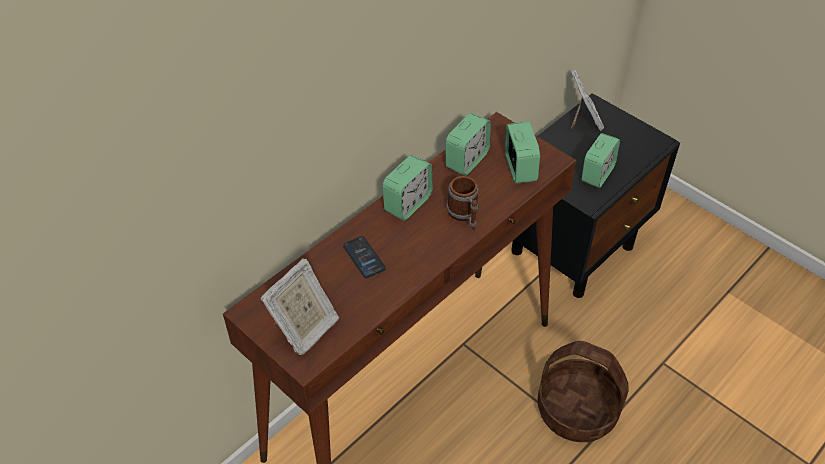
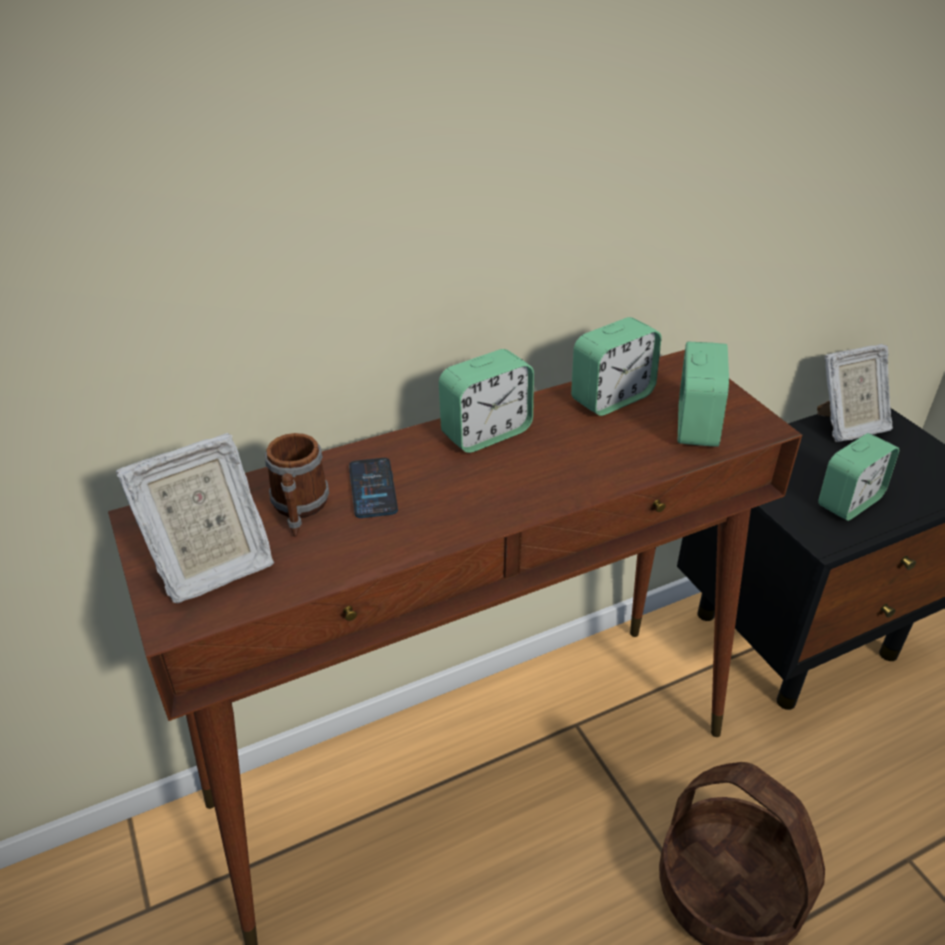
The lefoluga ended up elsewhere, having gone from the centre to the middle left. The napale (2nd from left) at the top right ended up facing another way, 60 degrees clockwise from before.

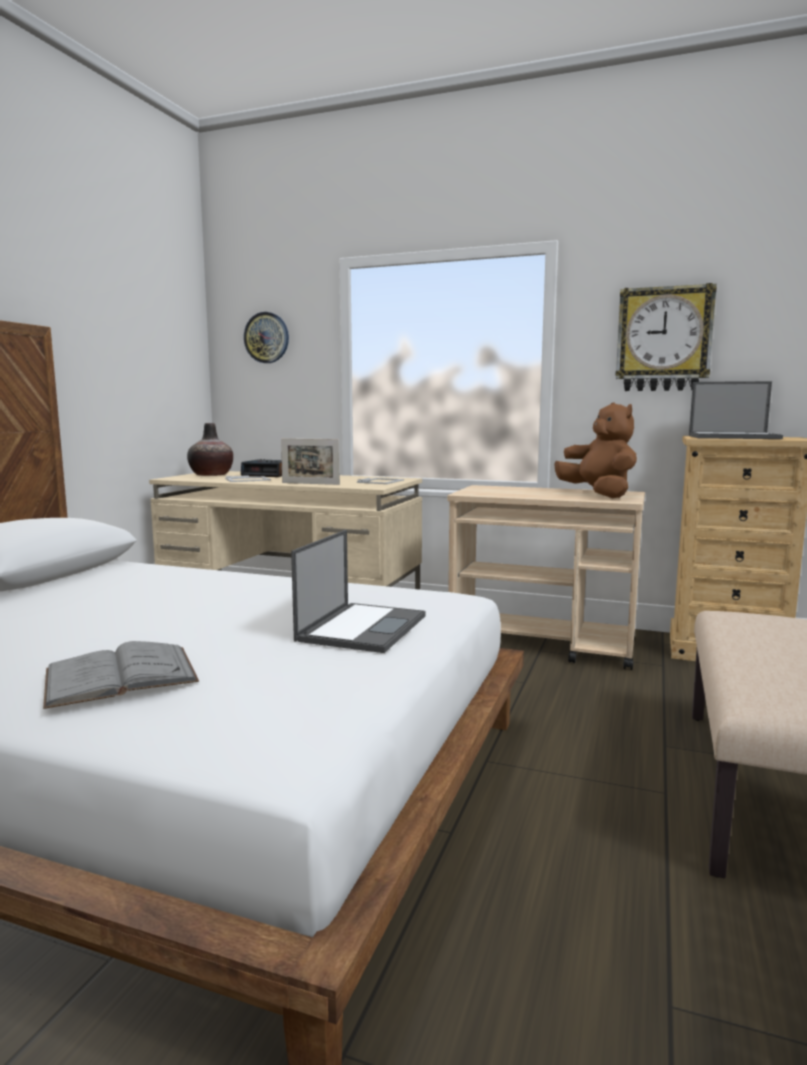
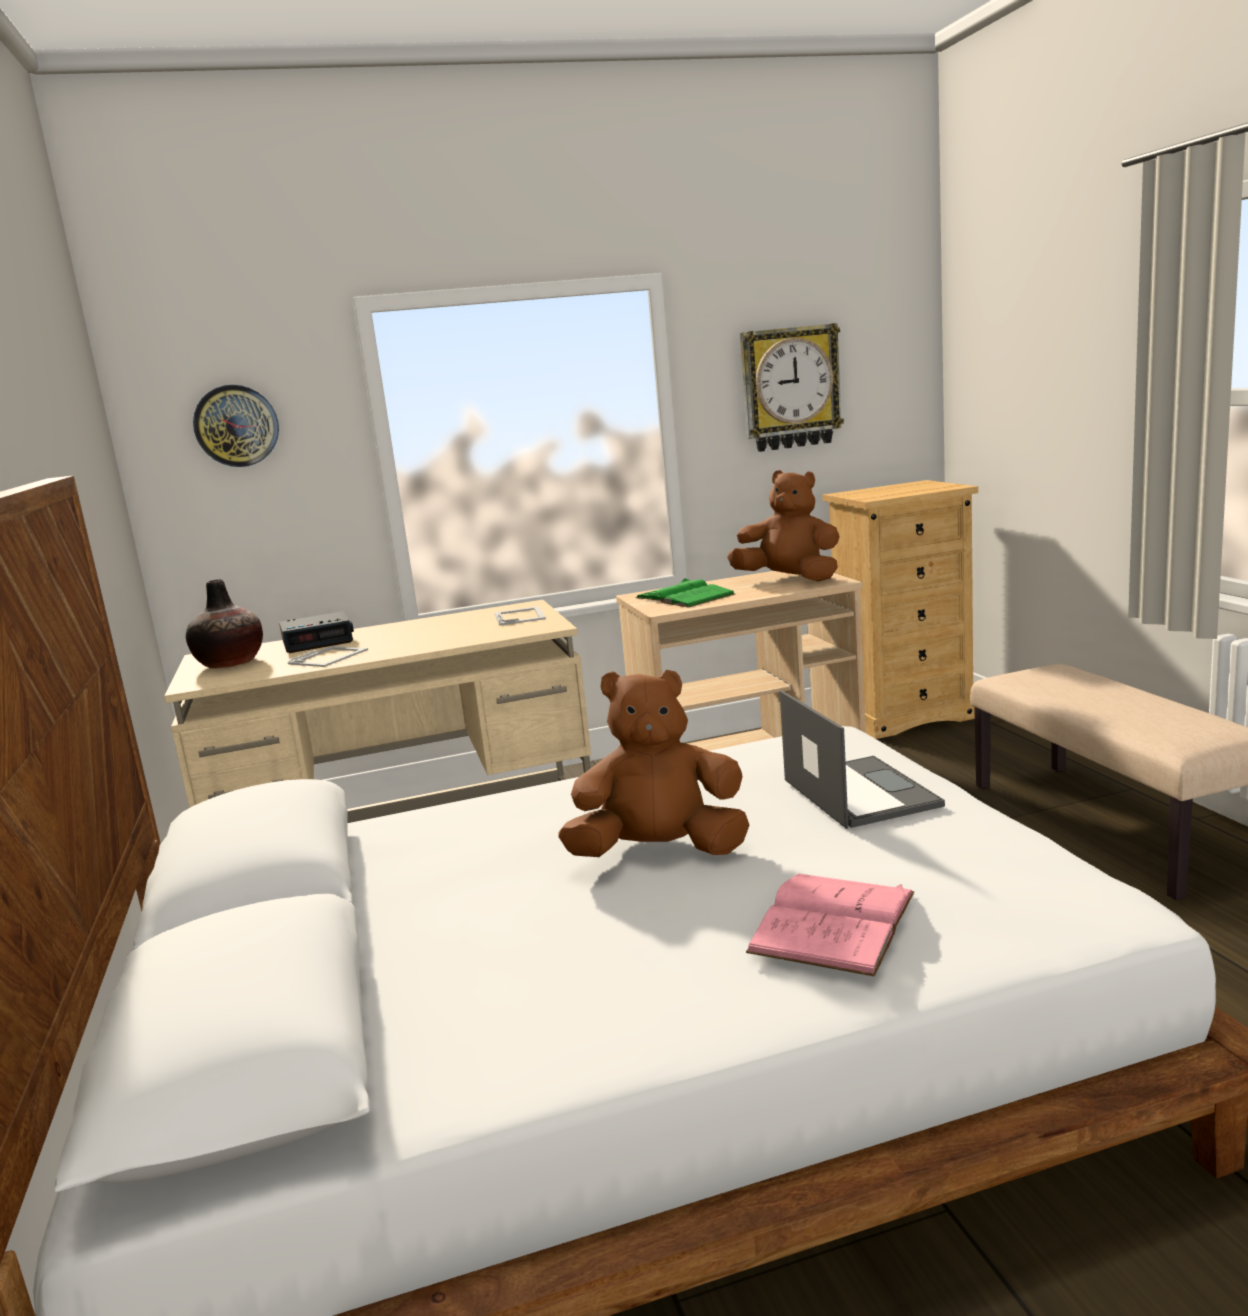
The second view gained the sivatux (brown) (1st from left) at the centre. The second view gained the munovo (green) at the centre. What was the munovo (grey) at the middle left turned into the munovo (pink) at the bottom centre. The second view lost the napale (2nd from left) at the centre. The second view lost the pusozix (2nd from left) at the middle right.

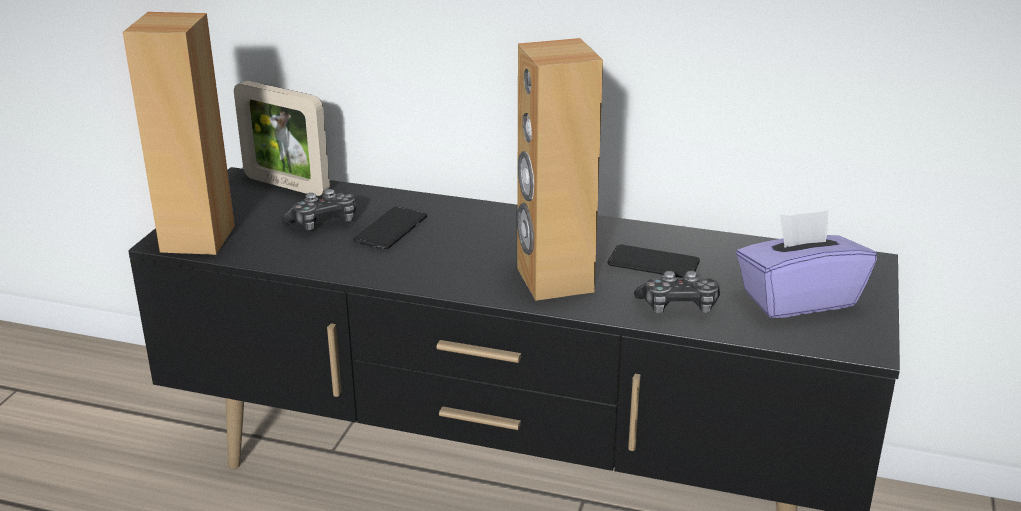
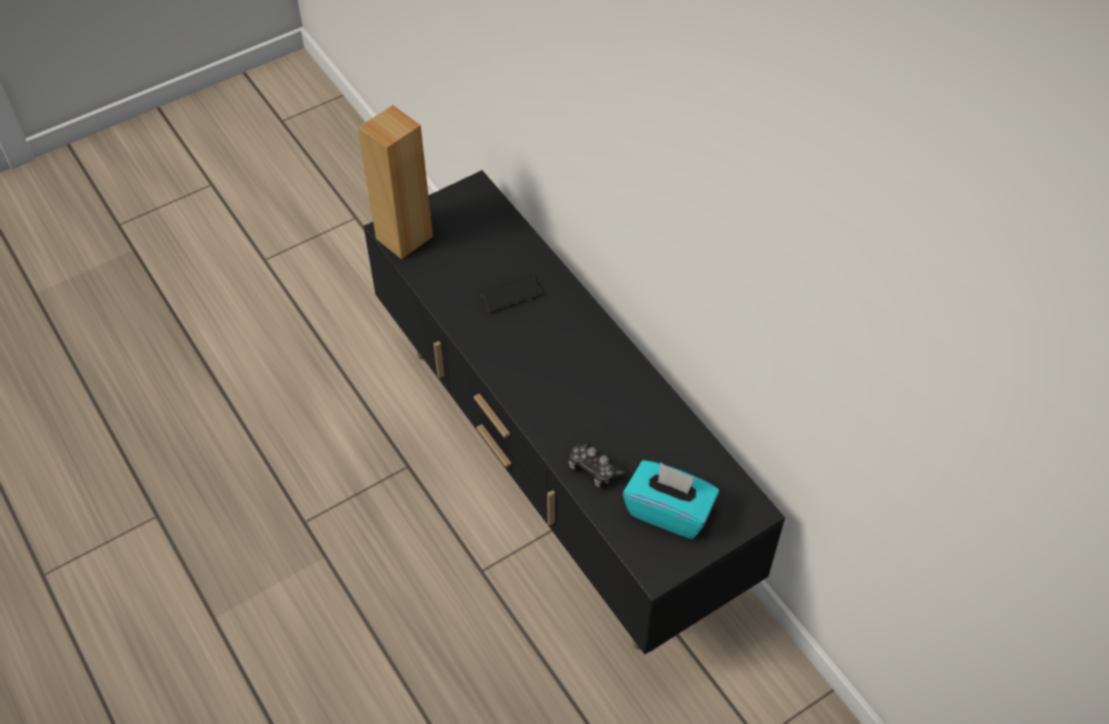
What was the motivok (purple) at the middle right turned into the motivok (turquoise) at the bottom centre. The second view lost the napale at the top left. The second view lost the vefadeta (1st from left) at the middle left. The second view lost the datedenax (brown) (2nd from left) at the top centre. The second view lost the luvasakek (2nd from left) at the centre.

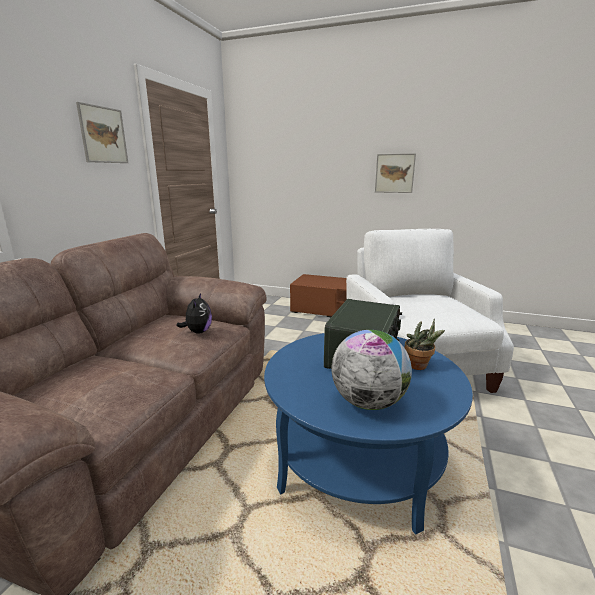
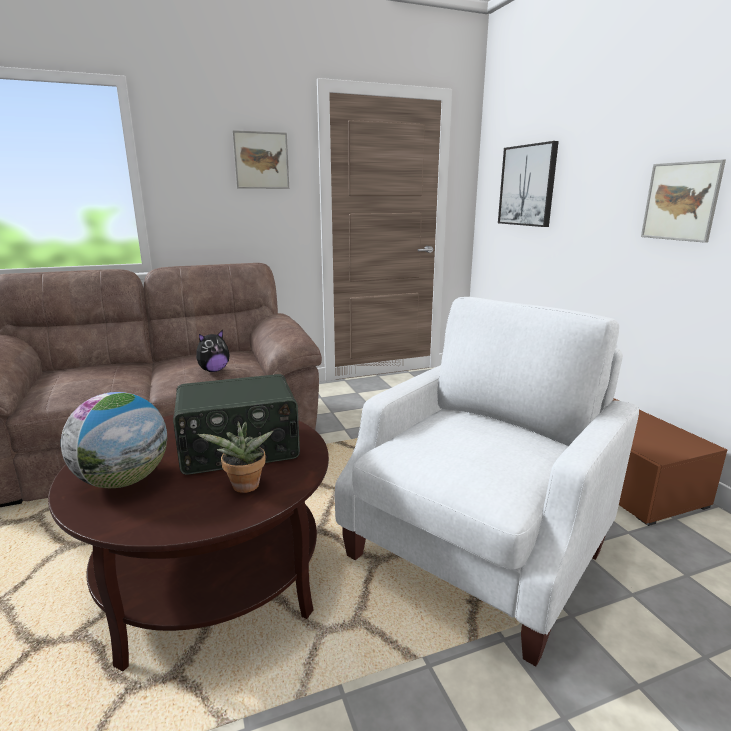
What was the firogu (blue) at the bottom centre turned into the firogu (brown) at the bottom left. The second view gained the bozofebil (2nd from left) at the top right.

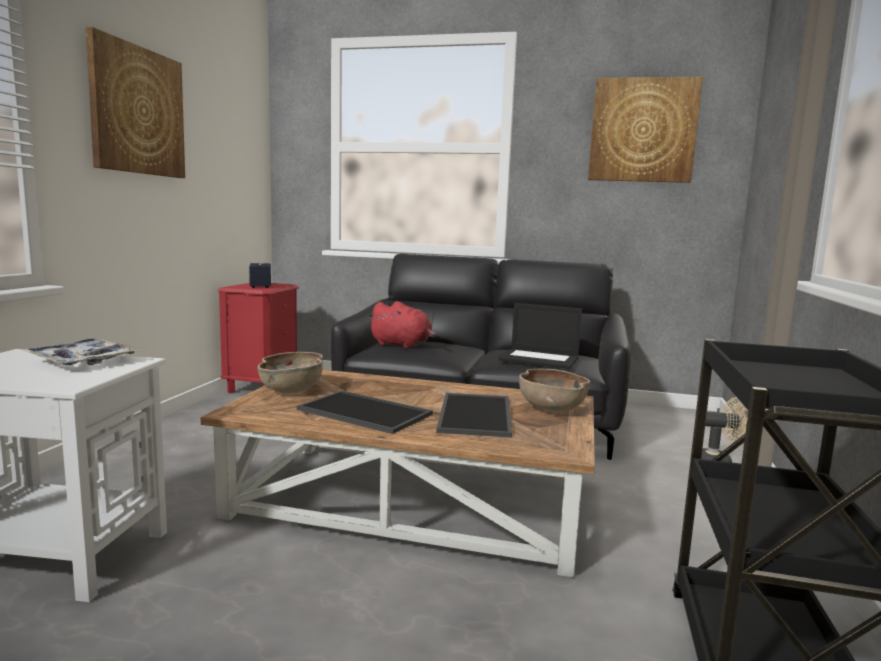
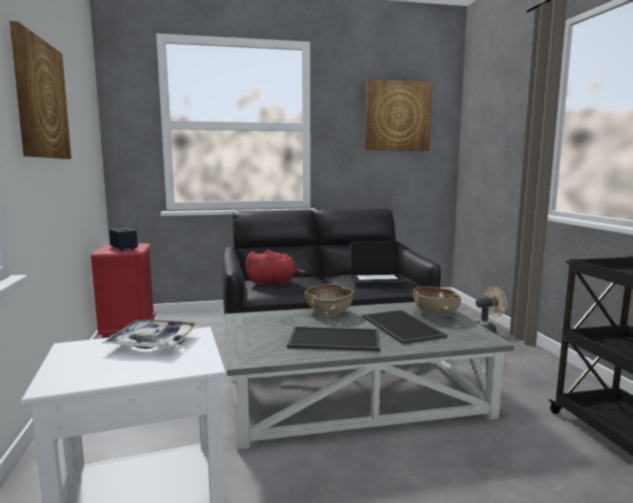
What was the firogu (brown) at the bottom centre turned into the firogu (grey) at the bottom centre. The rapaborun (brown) (1st from left) ended up elsewhere, having gone from the middle left to the centre.

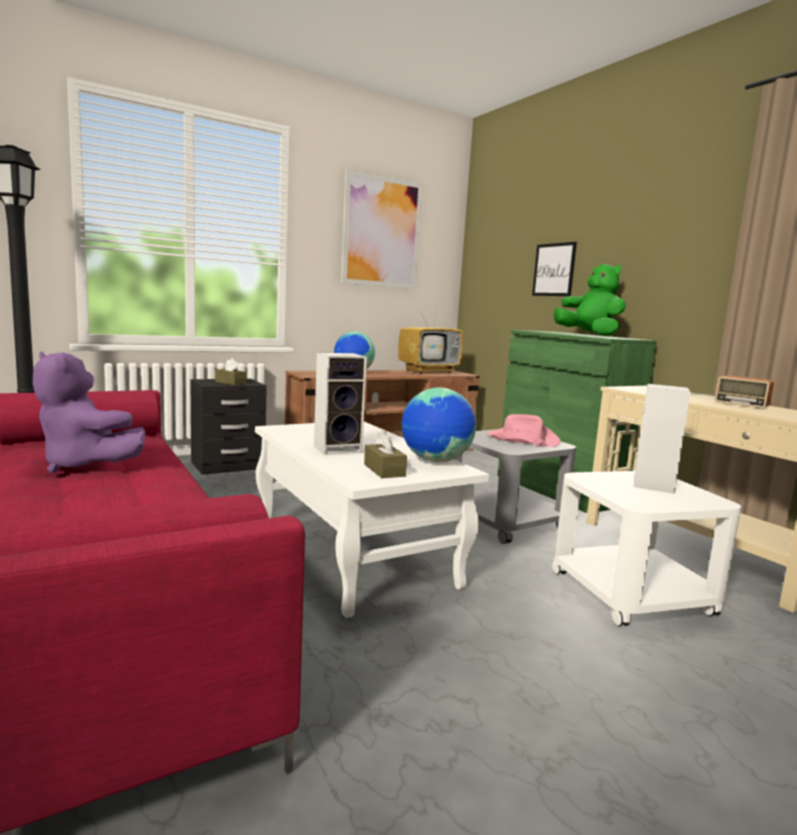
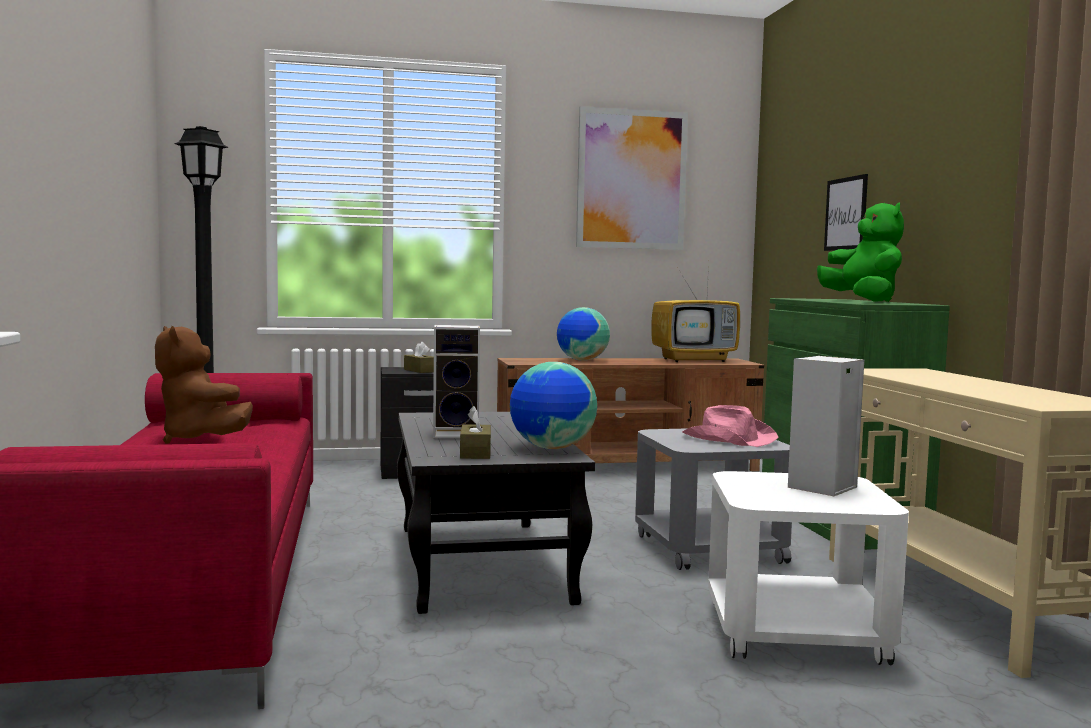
What was the sivatux (purple) at the middle left turned into the sivatux (brown) at the middle left. What was the firogu (white) at the centre turned into the firogu (black) at the bottom centre. The second view lost the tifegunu at the middle right.

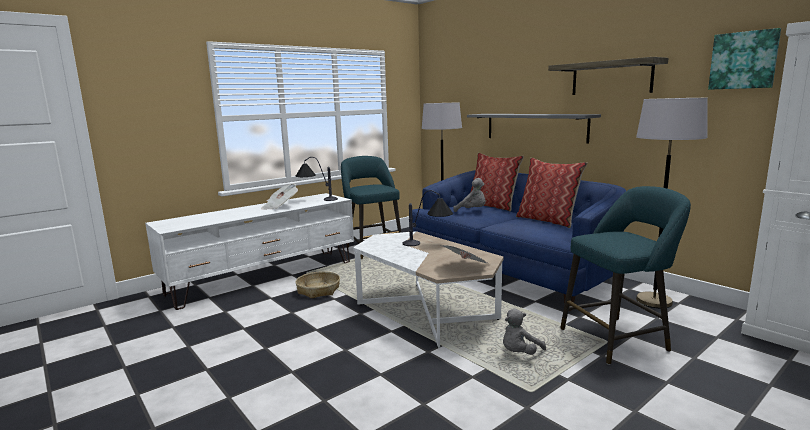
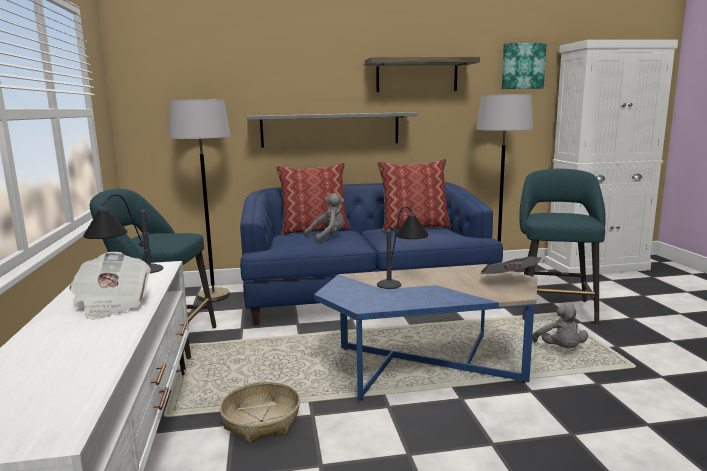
What was the firogu (white) at the bottom centre turned into the firogu (blue) at the bottom centre.

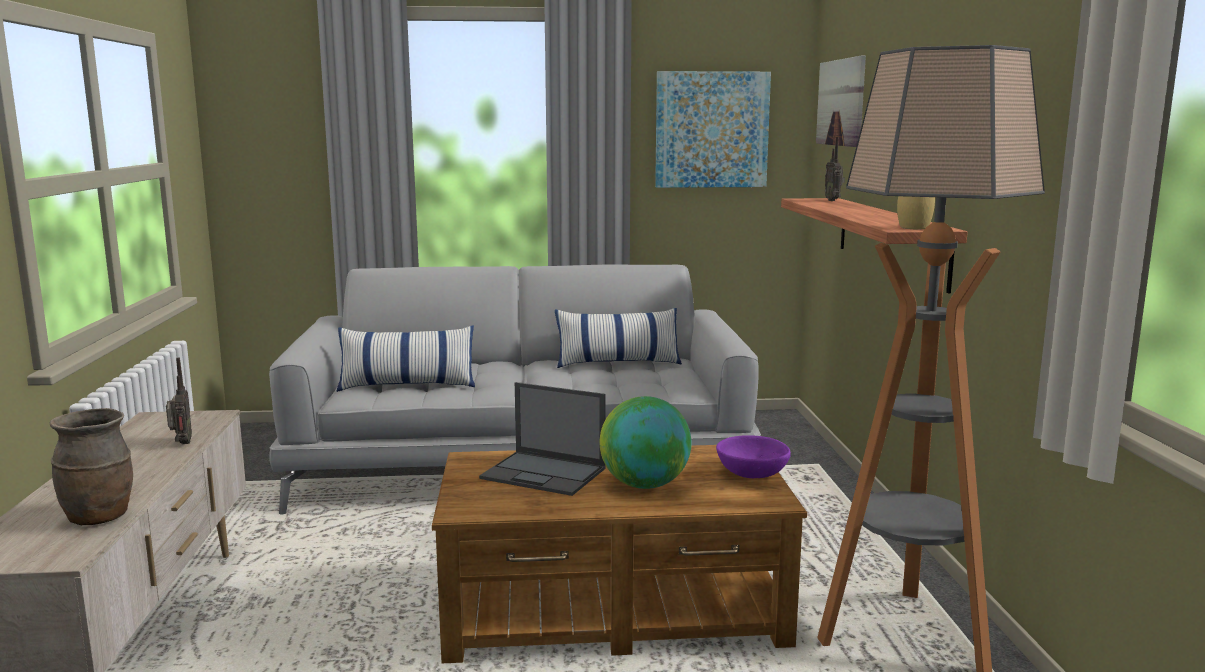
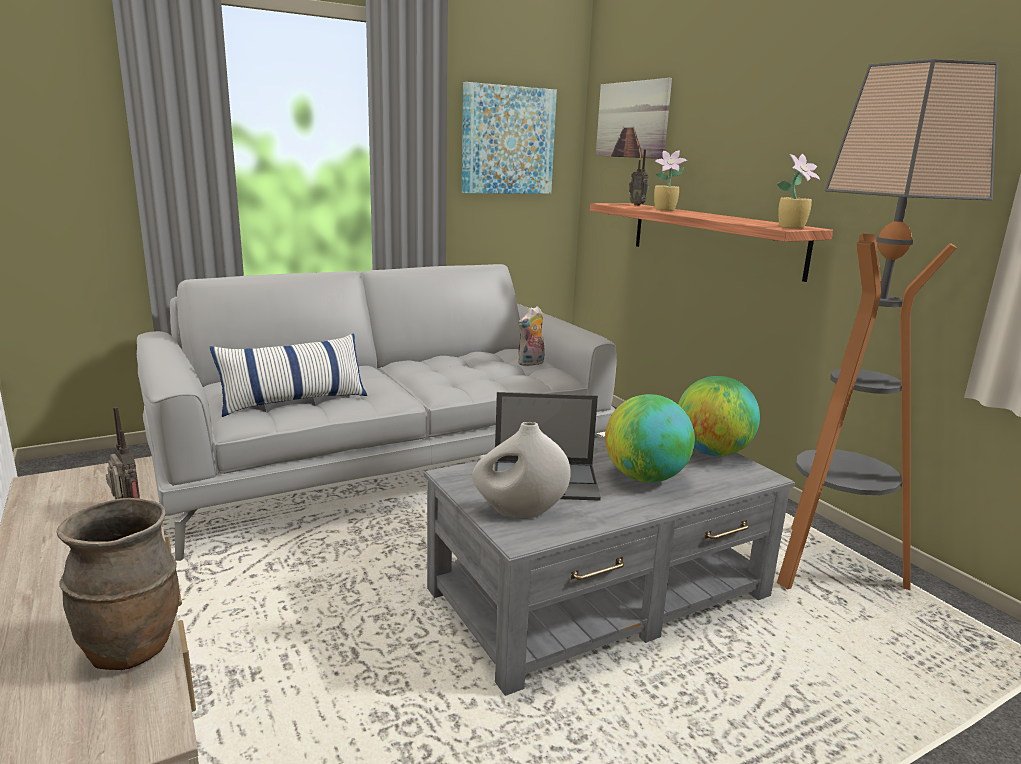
What was the firogu (brown) at the bottom centre turned into the firogu (grey) at the bottom centre. The second view gained the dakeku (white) at the centre. The second view gained the sivatux at the centre. The second view gained the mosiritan (1st from left) at the top centre. Where the rapaborun (purple) stood at the bottom centre, the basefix (2nd from left) came to stand at the middle right. The second view lost the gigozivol (2nd from left) at the centre.

